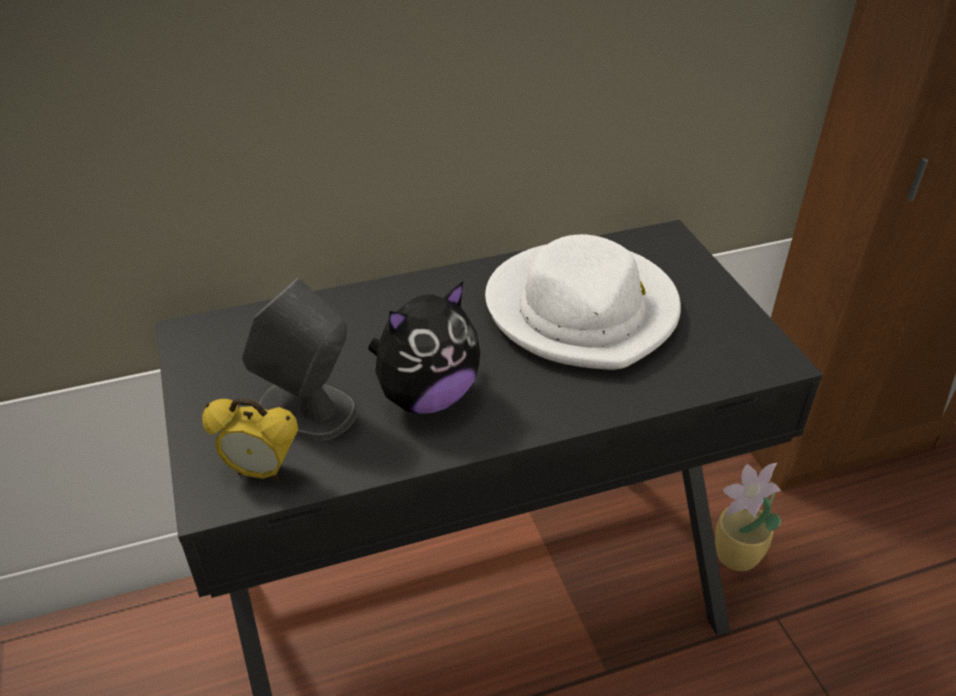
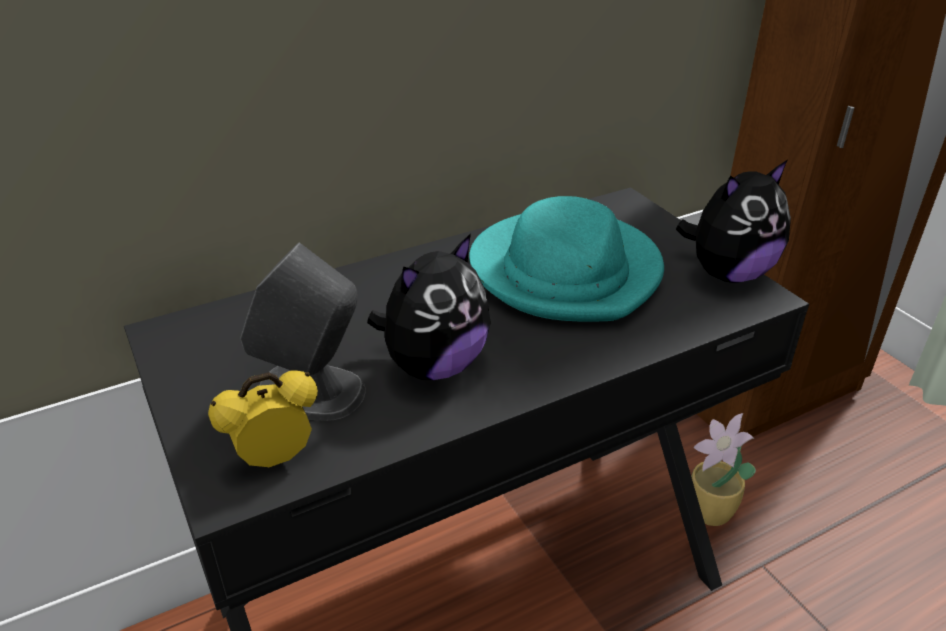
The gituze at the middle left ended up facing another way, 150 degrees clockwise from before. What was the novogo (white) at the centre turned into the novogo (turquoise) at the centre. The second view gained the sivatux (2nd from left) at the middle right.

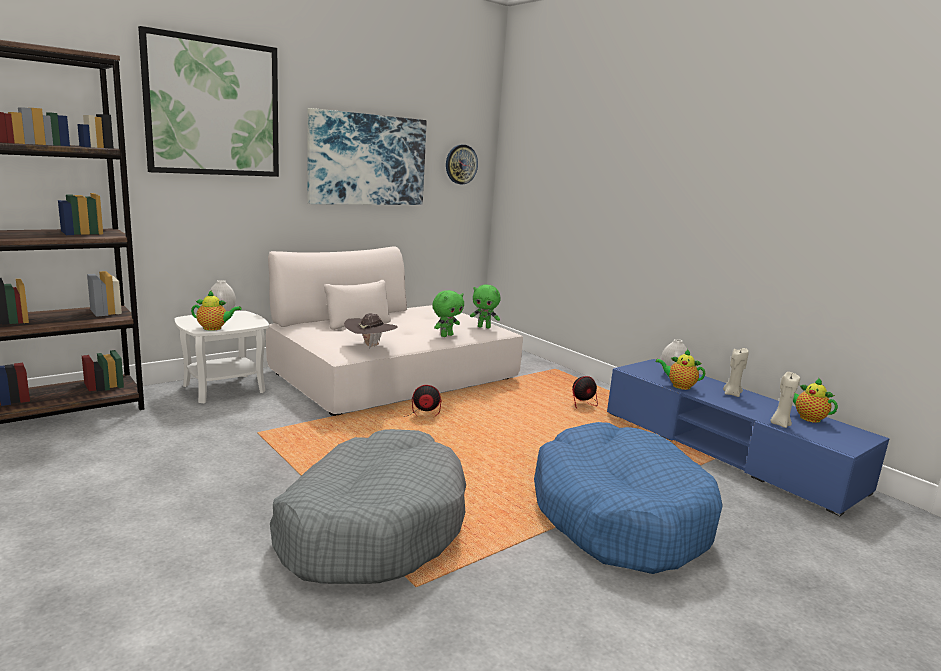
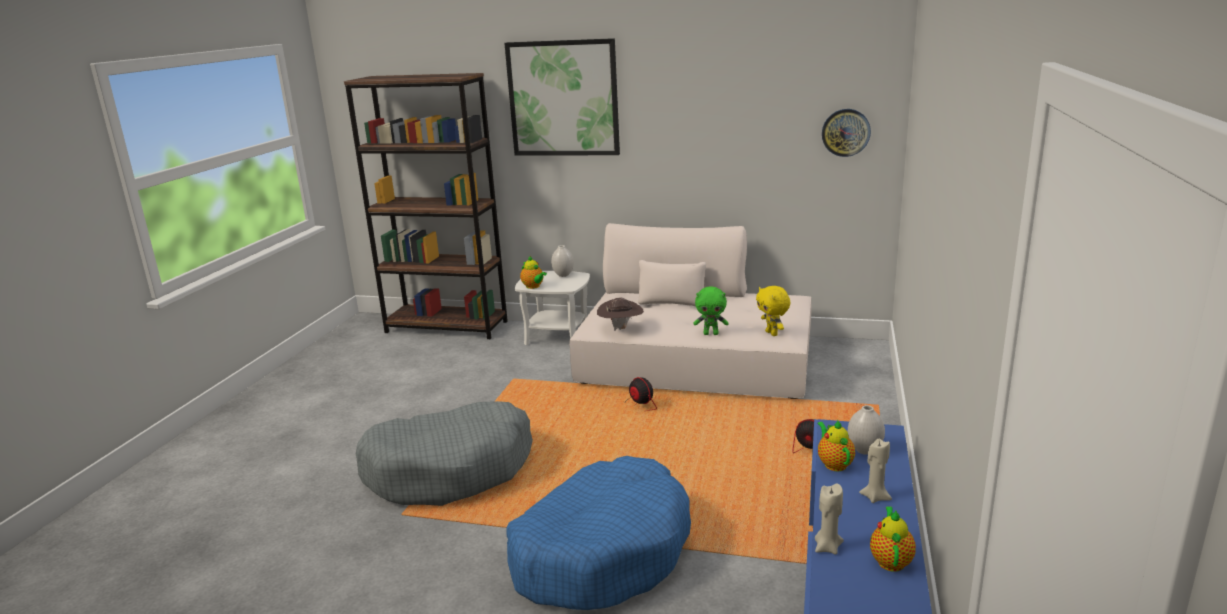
What was the sivatux (green) (2nd from left) at the centre turned into the sivatux (yellow) at the centre. The second view lost the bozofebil (2nd from left) at the top centre.

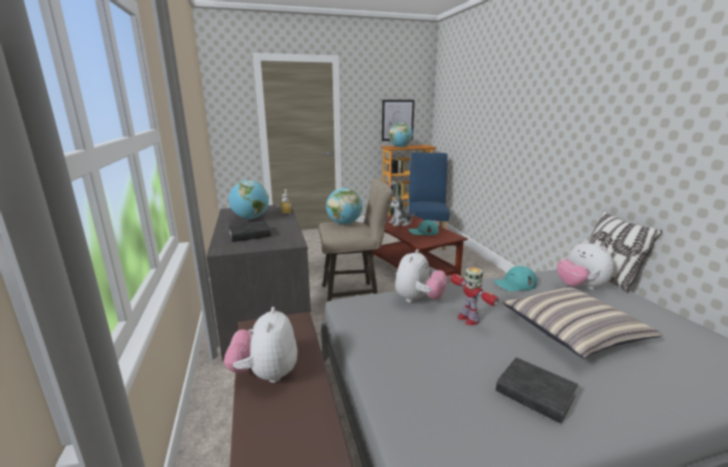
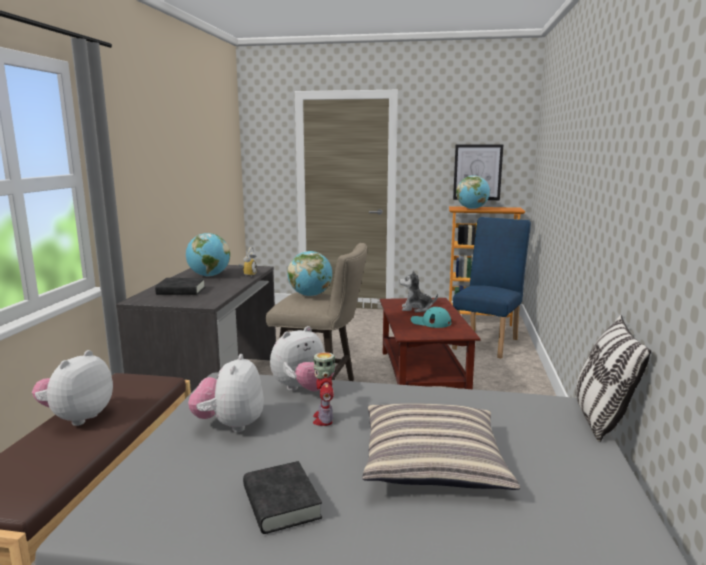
The sivatux (4th from left in the first image) ended up elsewhere, having gone from the middle right to the bottom left. The second view lost the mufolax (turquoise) (2nd from left) at the middle right.

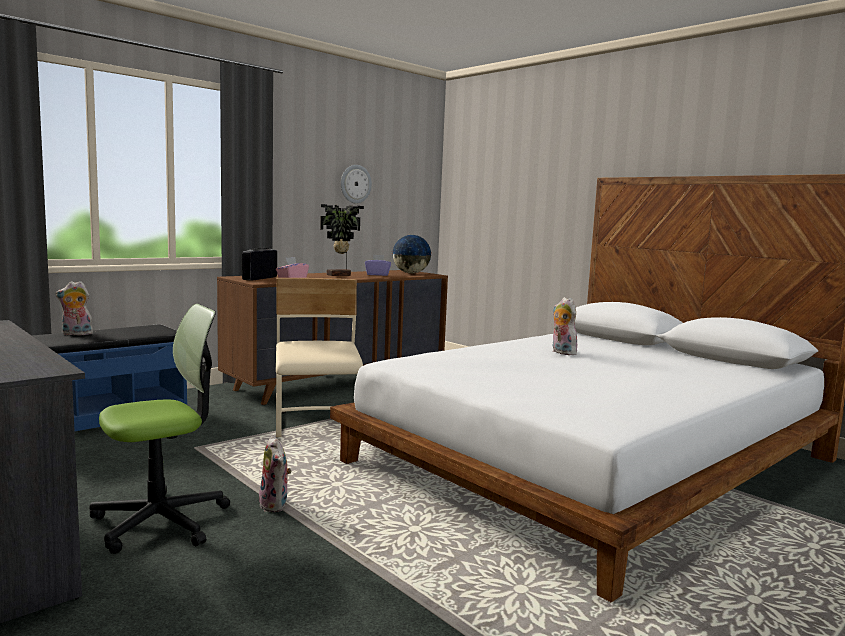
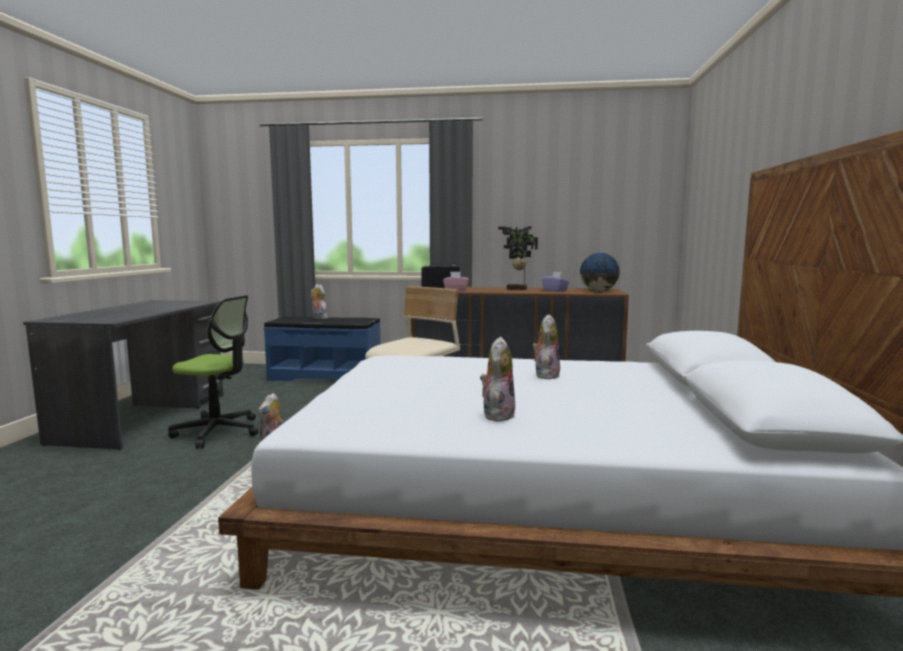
The second view gained the sivatux (3rd from left) at the centre. The second view lost the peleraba at the top centre.

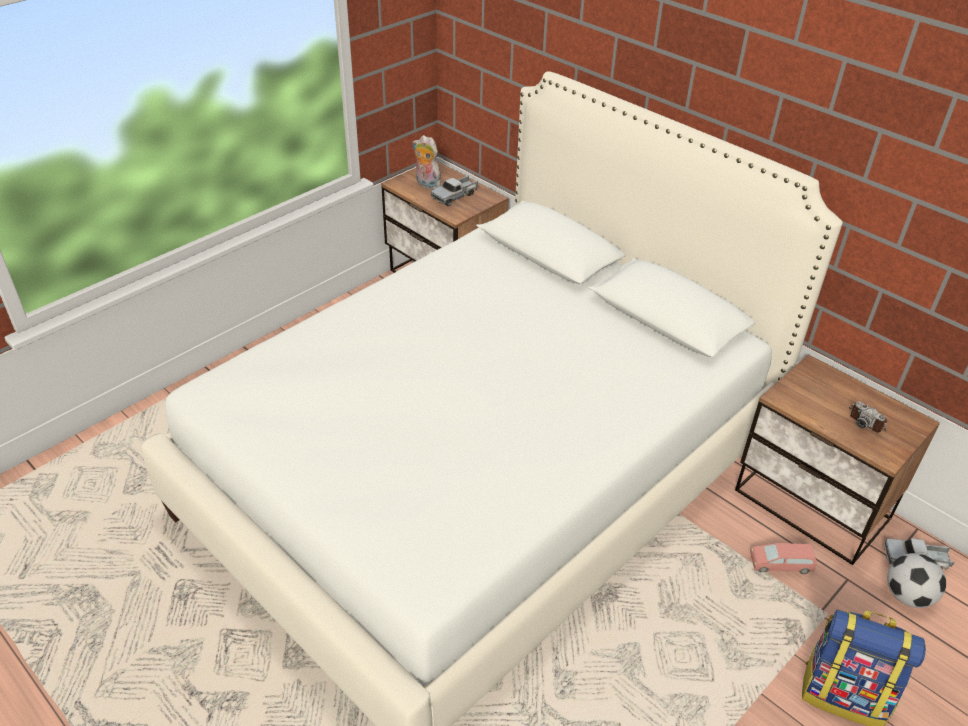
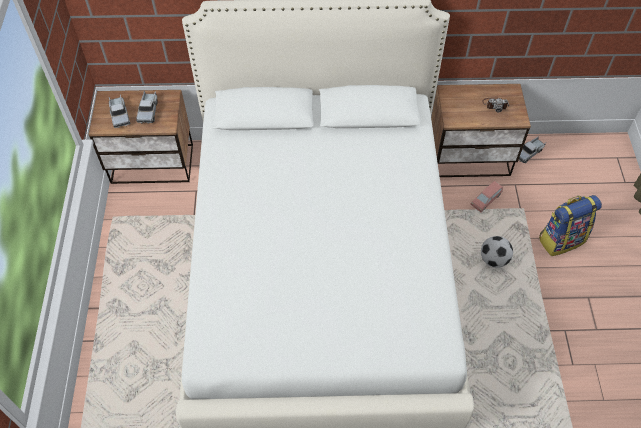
Where the sivatux stood at the top centre, the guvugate (1st from left) came to stand at the top left. The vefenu ended up elsewhere, having gone from the bottom right to the middle right.

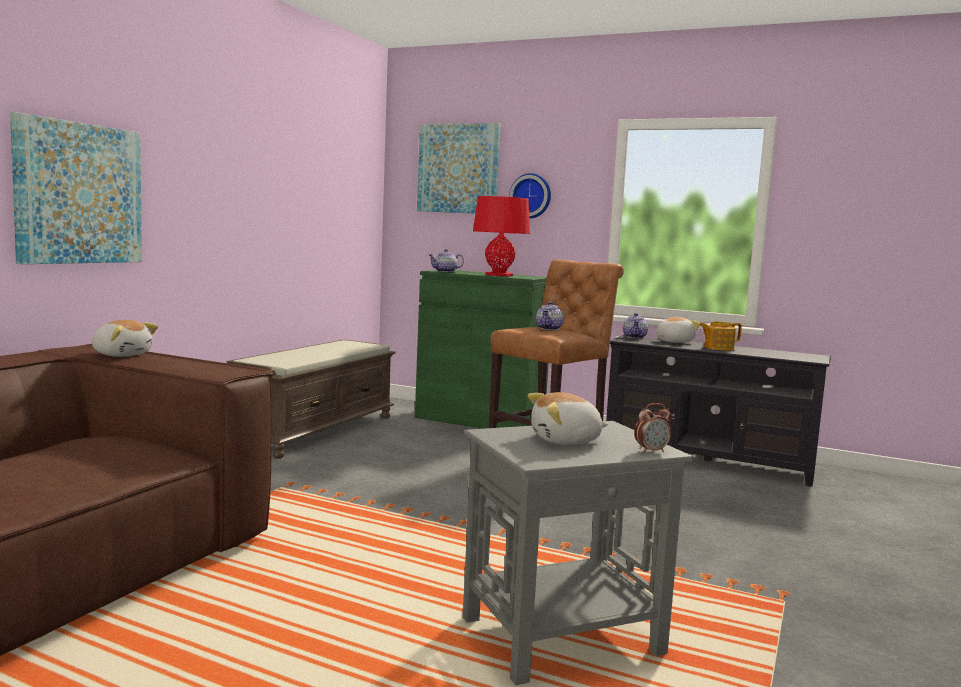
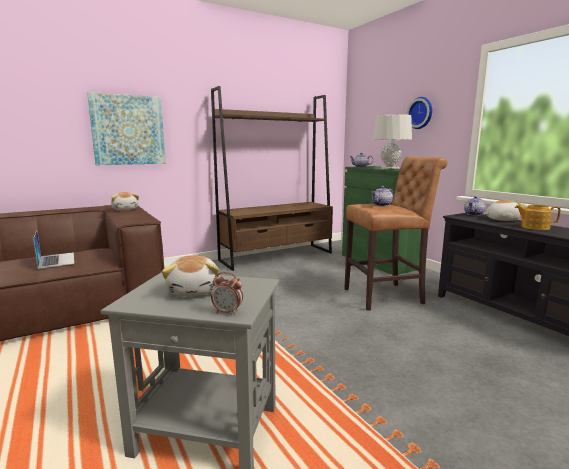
The second view gained the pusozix at the middle left. The sivatux (2nd from left) at the centre ended up facing another way, 120 degrees counterclockwise from before. Where the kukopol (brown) stood at the middle left, the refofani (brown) came to stand at the centre. What was the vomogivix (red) at the centre turned into the vomogivix (grey) at the top right. The second view lost the bozofebil (2nd from left) at the top centre.

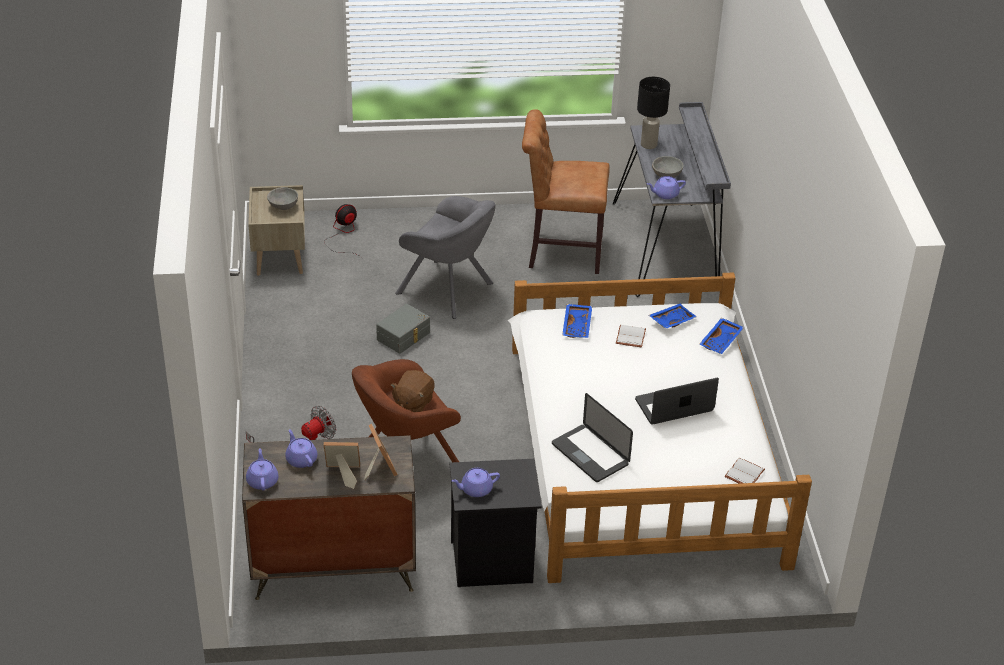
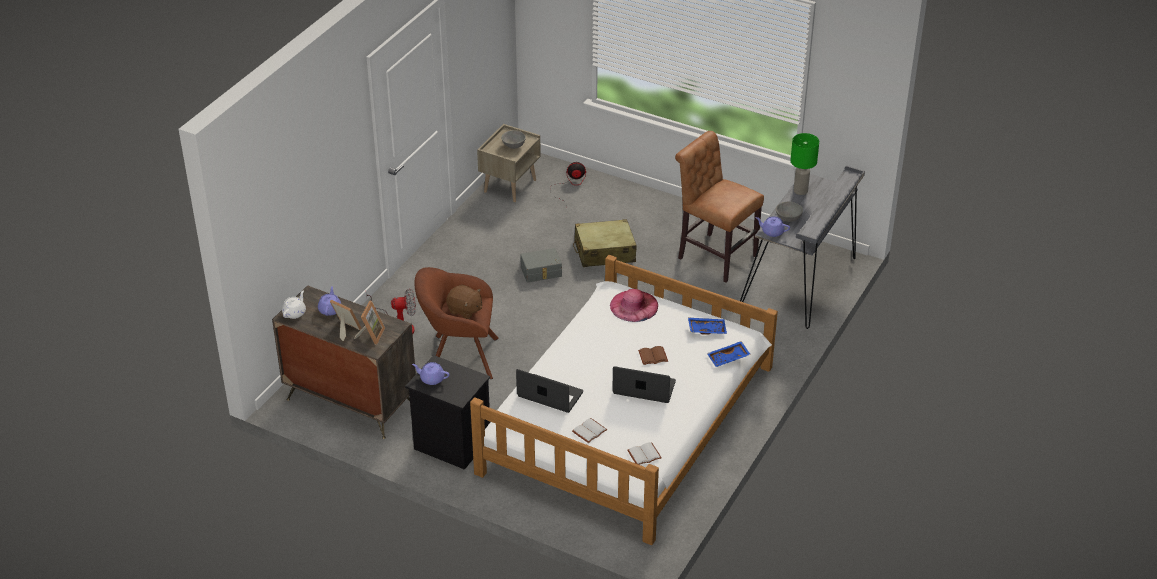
What was the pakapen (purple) (1st from left) at the bottom left turned into the pakapen (white) at the middle left. The sivatux (brown) at the centre ended up facing another way, 120 degrees counterclockwise from before. The pusozix (1st from left) at the centre ended up facing another way, 120 degrees clockwise from before. The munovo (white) (1st from left) ended up elsewhere, having gone from the centre to the bottom centre. Where the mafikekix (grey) stood at the centre, the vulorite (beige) came to stand at the centre. Where the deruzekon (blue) (1st from left) stood at the centre, the novogo (pink) came to stand at the centre. The second view gained the munovo (brown) at the centre. What was the vomogivix (black) at the top centre turned into the vomogivix (green) at the top right.

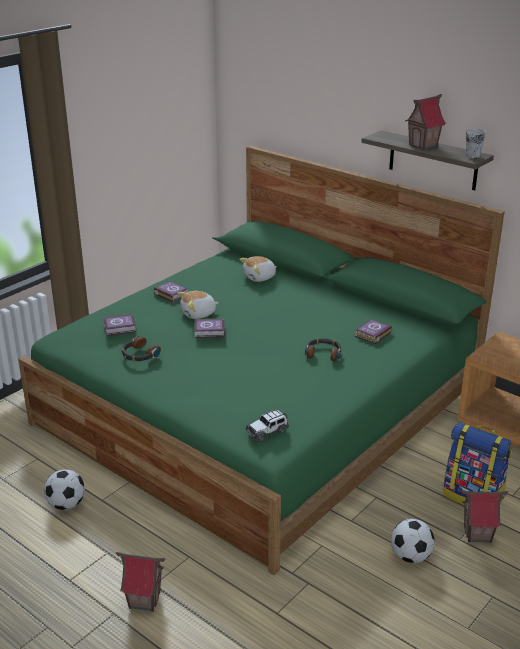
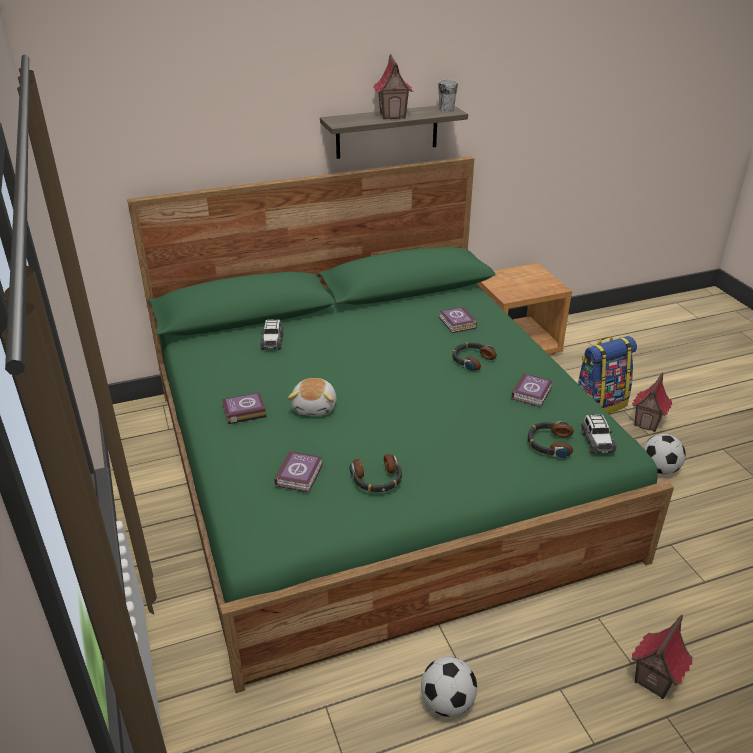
Where the sivatux (2nd from left) stood at the centre, the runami (1st from left) came to stand at the centre. The munovo (3rd from left in the first image) ended up elsewhere, having gone from the centre to the middle right. The second view gained the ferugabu (3rd from left) at the middle right.

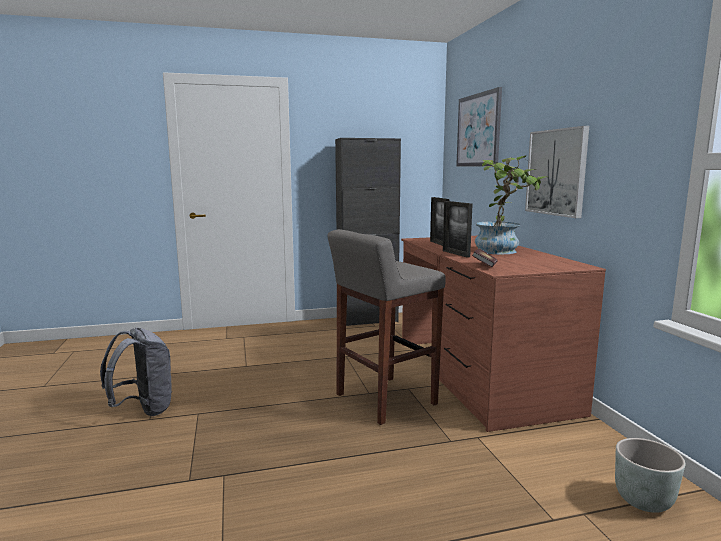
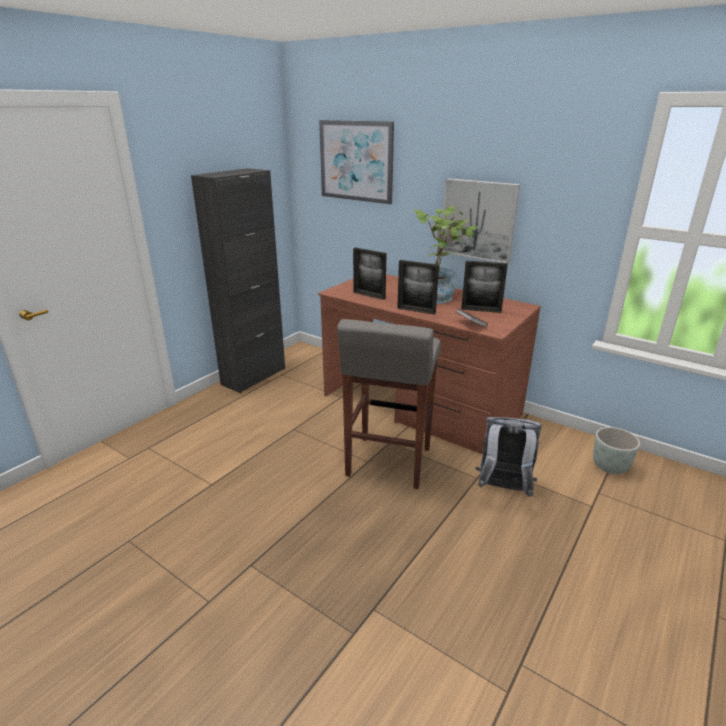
The second view gained the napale (3rd from left) at the middle right. The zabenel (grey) ended up elsewhere, having gone from the bottom left to the middle right.

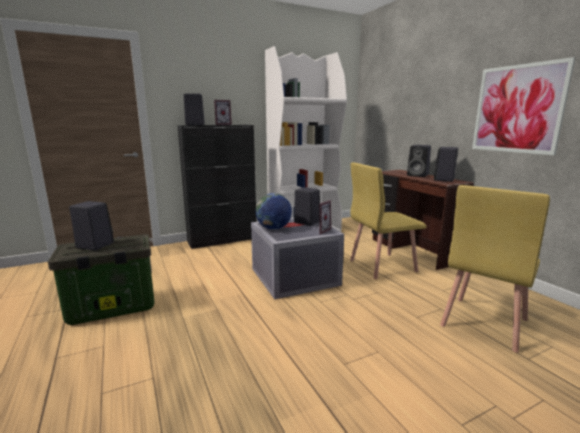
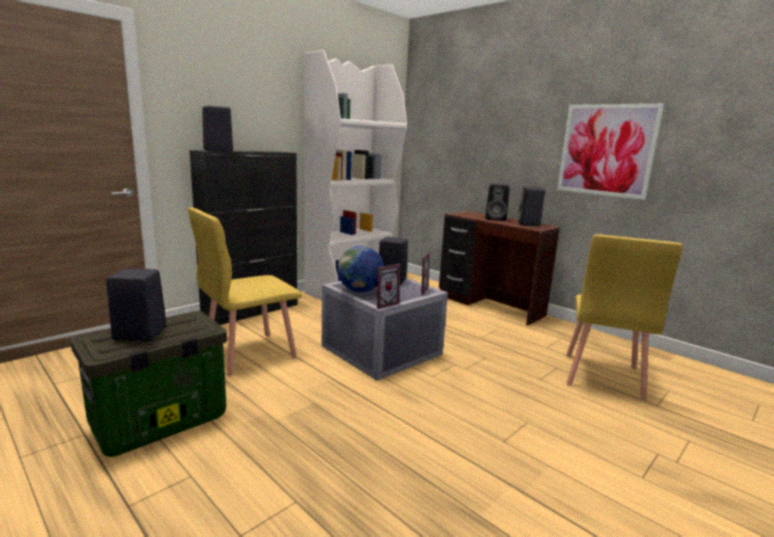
The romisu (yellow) (1st from left) ended up elsewhere, having gone from the middle right to the middle left. The napale (1st from left) ended up elsewhere, having gone from the top centre to the centre.

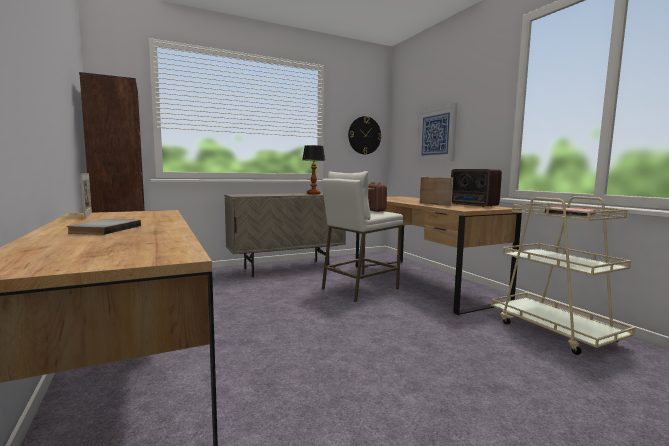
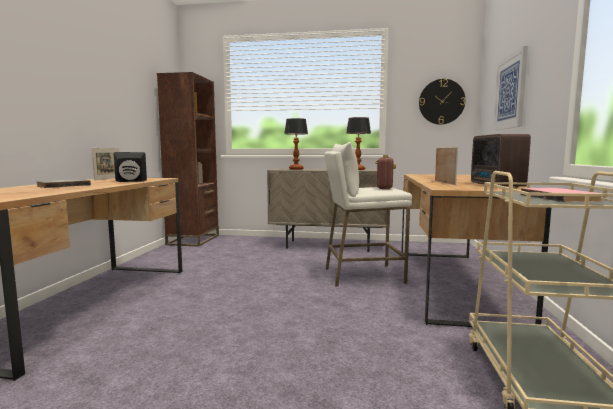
The second view gained the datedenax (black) at the middle left. The second view gained the vomogivix (1st from left) at the centre.

